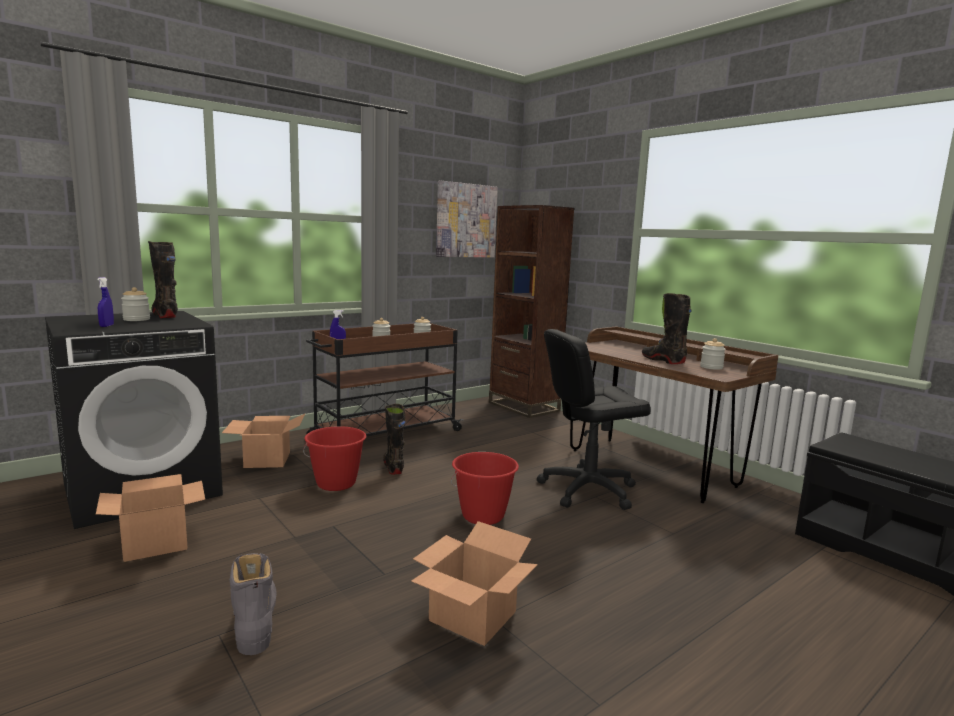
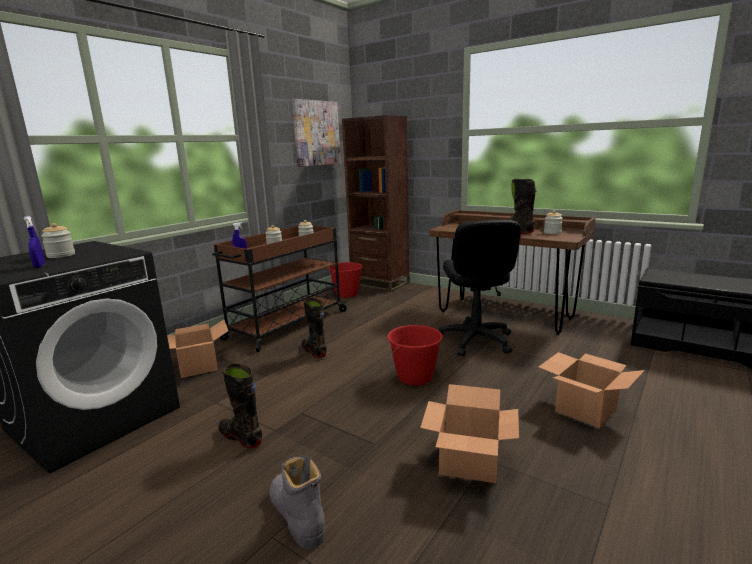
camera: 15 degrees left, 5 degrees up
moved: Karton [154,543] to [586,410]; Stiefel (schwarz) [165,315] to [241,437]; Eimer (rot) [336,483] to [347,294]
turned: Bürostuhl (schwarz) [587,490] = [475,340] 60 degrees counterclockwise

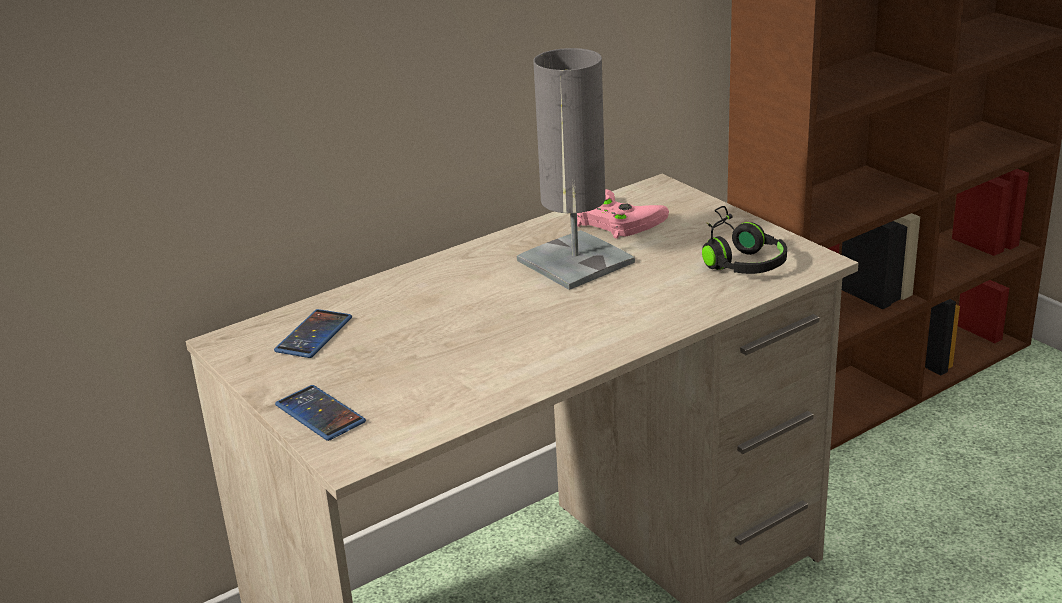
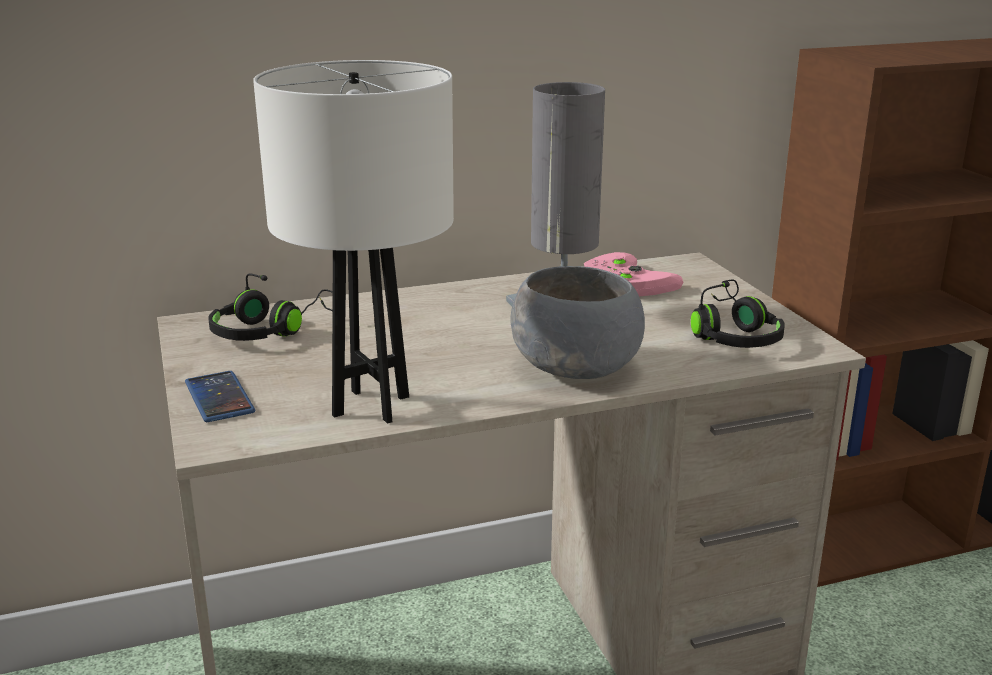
camera: 15 degrees right, 5 degrees down
added: Tischlampe (weiß) [371,405]; Schüssel (grau) [578,369]
replaced: Handy [314,335] to Kopfhörer (schwarz) [270,331]

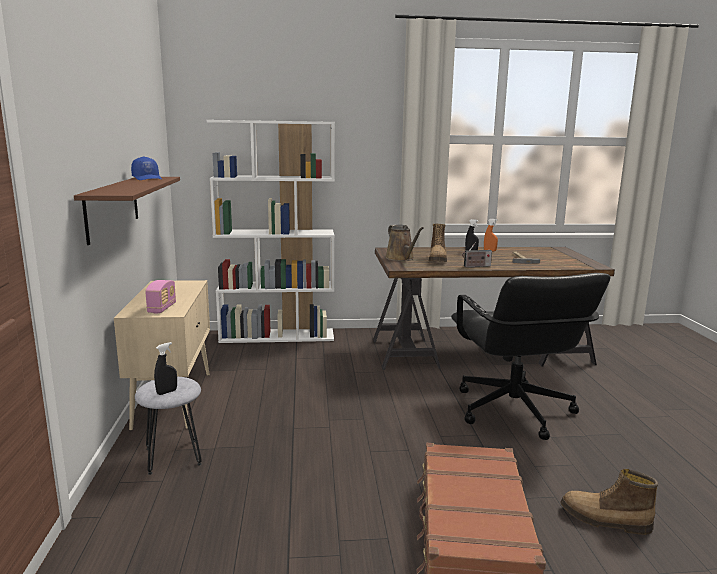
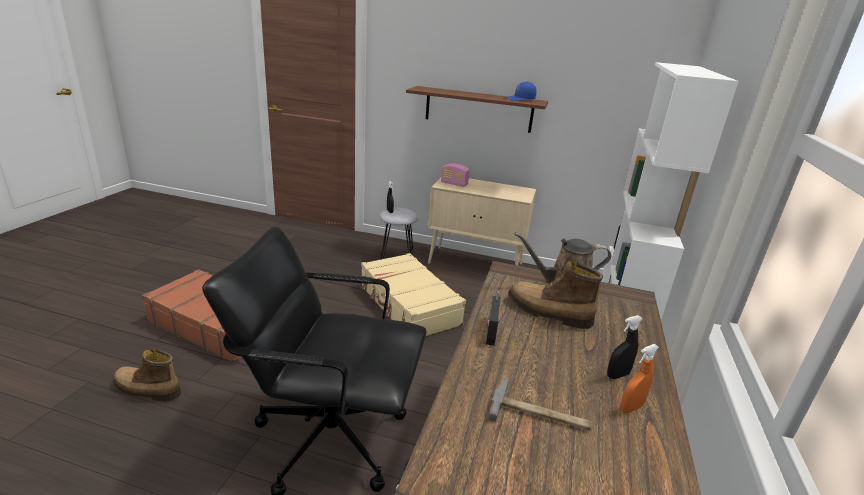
camera: 110 degrees right, 10 degrees up
added: Koffer (beige) [408,305]
turned: Stiefel [604,520] = [146,390] 120 degrees counterclockwise

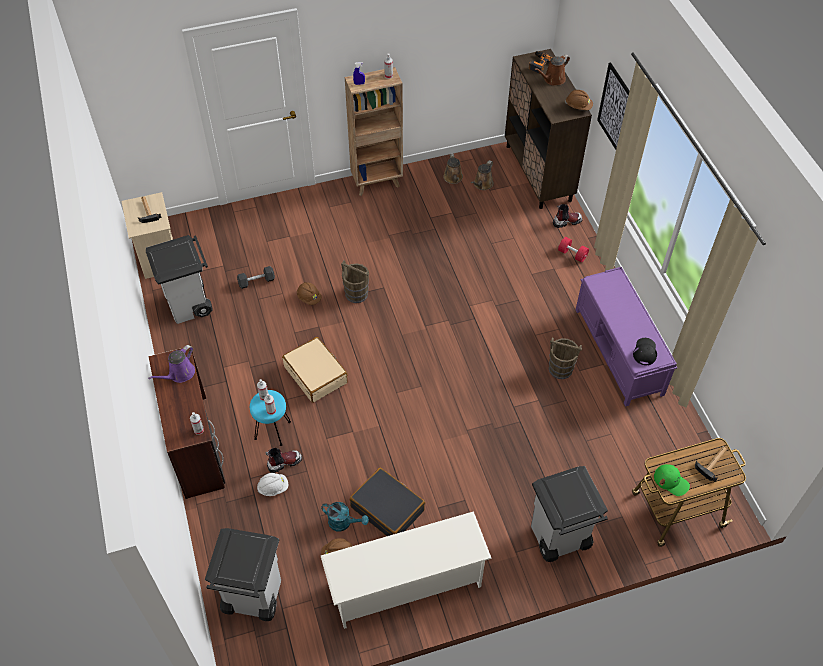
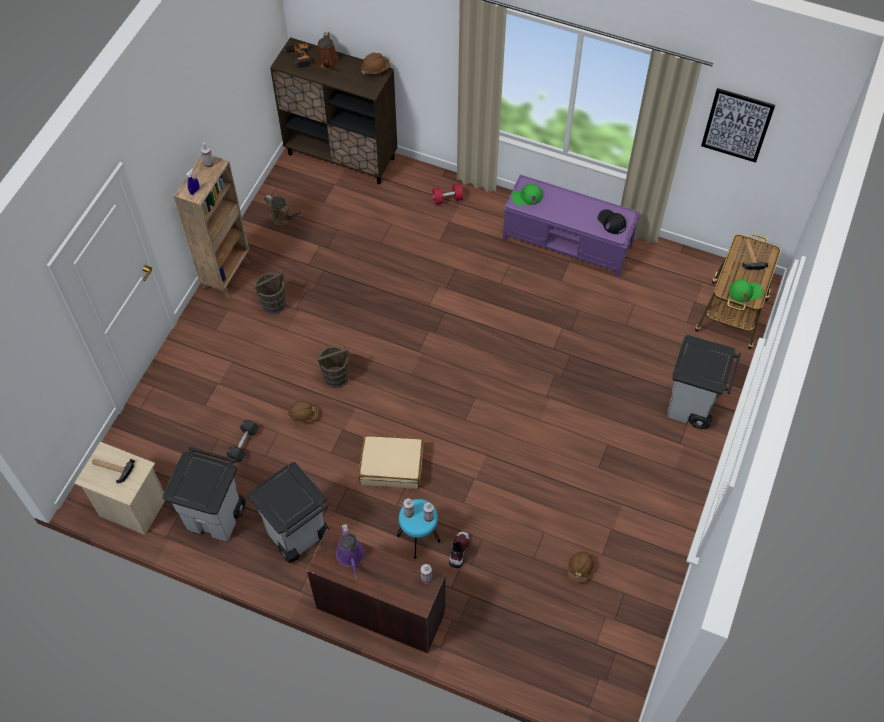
camera: 50 degrees left, 5 degrees up
removed: Schutzhelm (weiß) [273,488]; Gießkanne (türkis) [343,523]; Schuhregal (weiß) [405,585]; Koffer (schwarz) [387,508]; Gießkanne (braun) [482,184]; Stiefel [566,221]
added: Kappe (grün) [526,197]
moved: Mülleimer (grau) [252,597] to [297,535]; Eimer (braun) [560,369] to [274,304]; Bild [615,108] to [737,125]

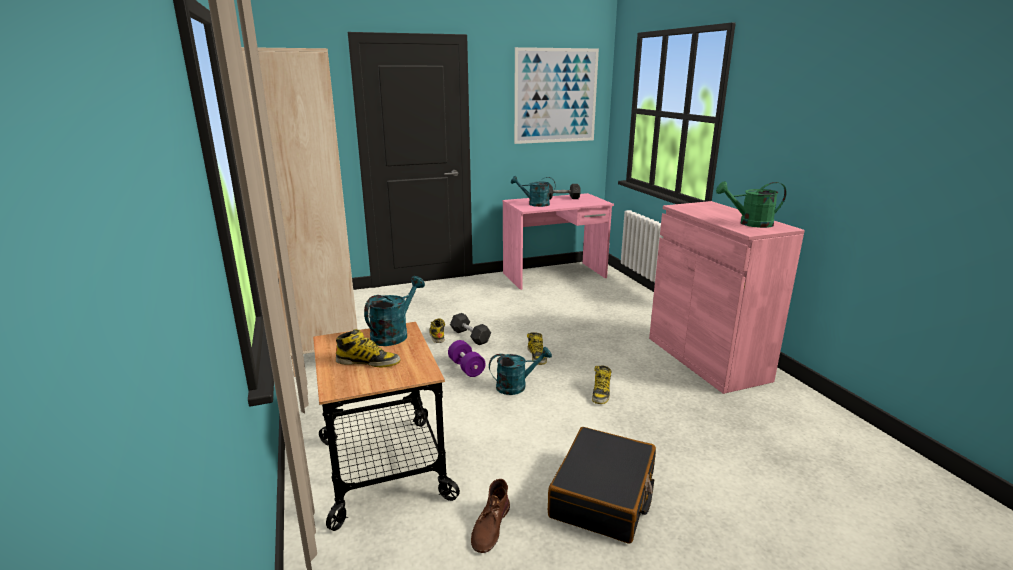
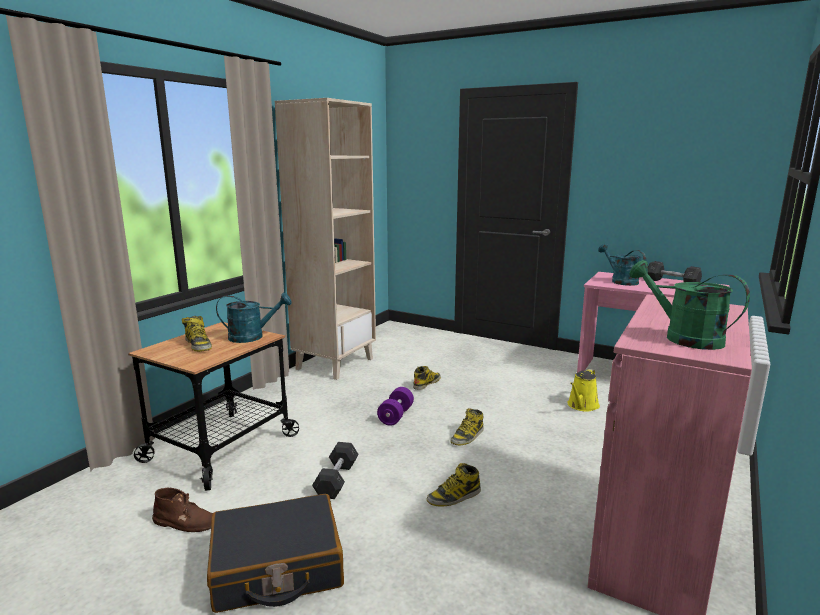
camera: 50 degrees right, 5 degrees down
removed: Gießkanne (türkis) [516,386]; Bild [556,96]
added: Gießkanne (gelb) [582,406]
moved: Hantel (grau) [470,336] to [336,480]
turned: Stiefel (braun) [490,526] = [186,522] 150 degrees counterclockwise

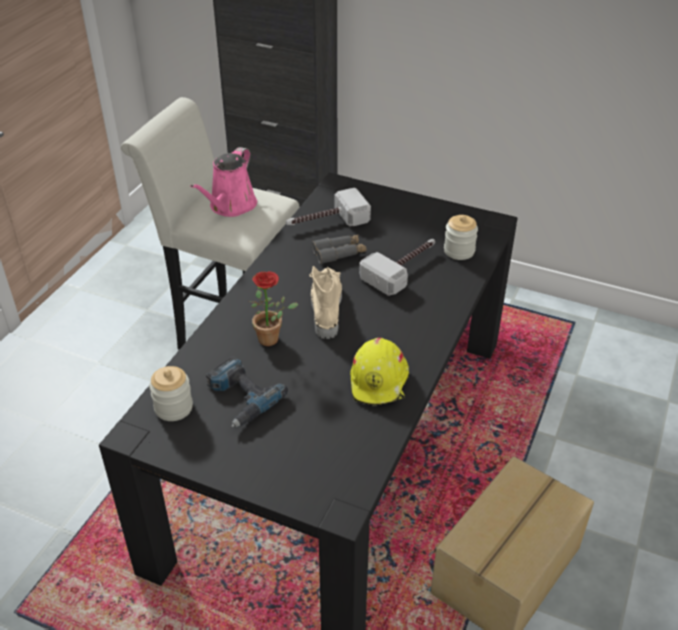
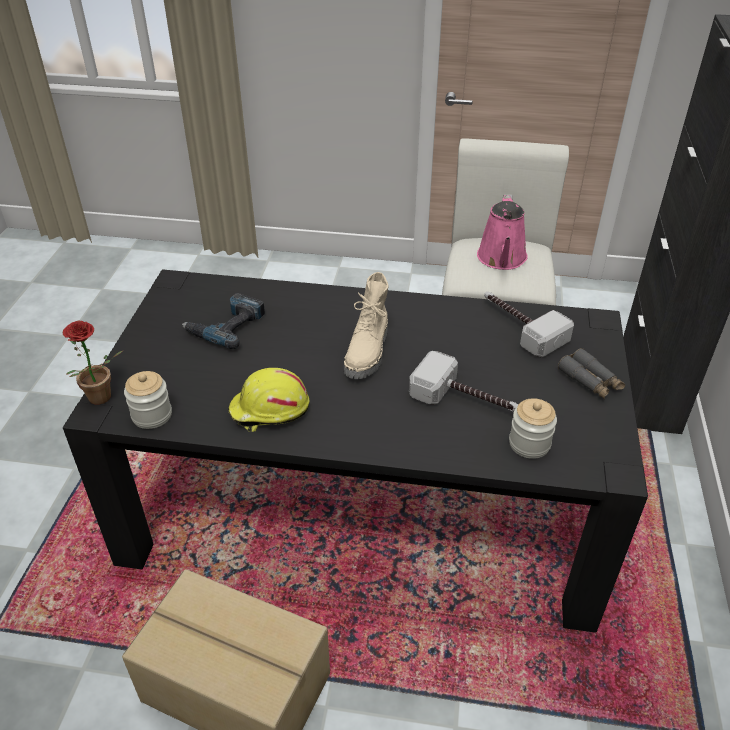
camera: 75 degrees right, 0 degrees up
moved: Vorratsglas [173,407] to [152,415]; Topfpflanze [273,339] to [100,400]; Fernglas (grau) [339,253] to [590,381]
turned: Gießkanne (rosa) [230,206] = [502,259] 90 degrees counterclockwise; Stiefel (beige) [325,309] = [368,353] 120 degrees clockwise

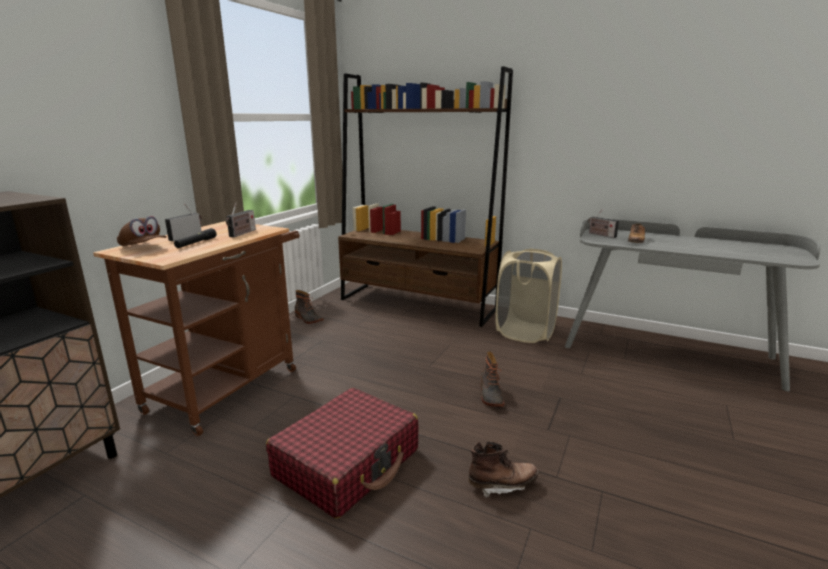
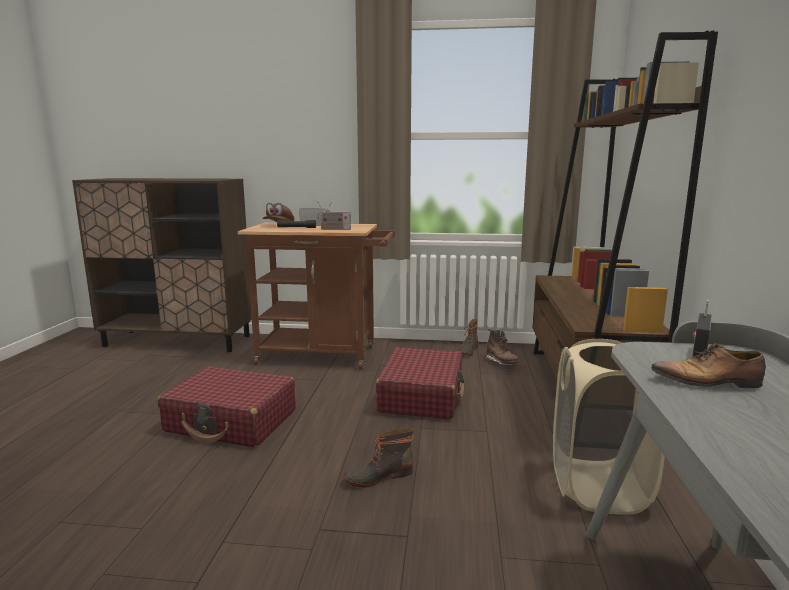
camera: 70 degrees right, 5 degrees down
added: Koffer (rot) [422,396]
moved: Stiefel (braun) [502,485] to [501,363]

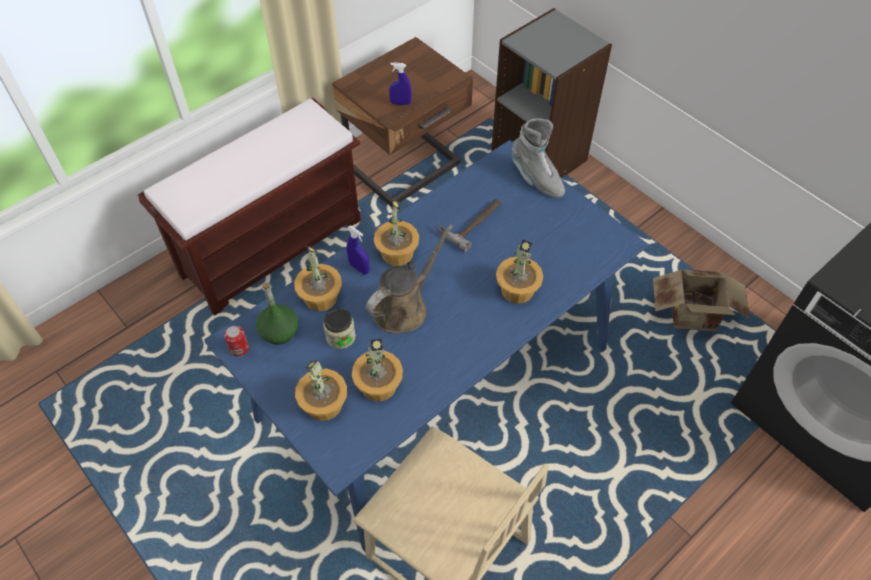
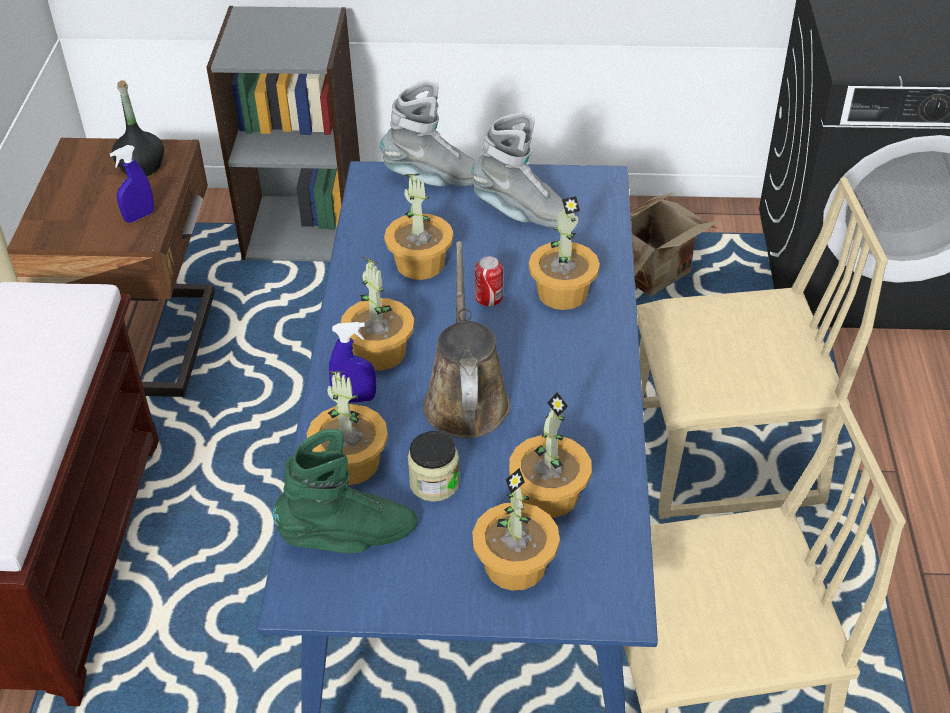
camera: 45 degrees left, 10 degrees down
added: Flasche (schwarz) [141,166]; Stiefel (grau) [522,213]; Stuhl (beige) [725,456]
moved: Dose [239,348] to [489,298]
replaced: Flasche (grün) [279,331] to Stiefel (grün) [349,537]; Hammer [470,221] to Topfpflanze [420,264]

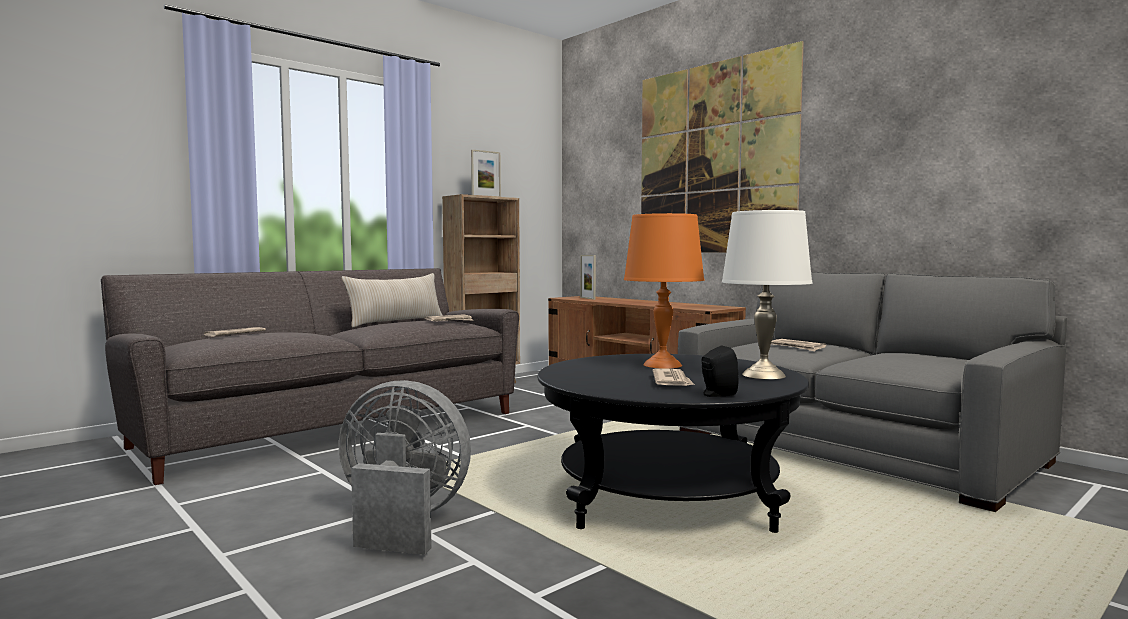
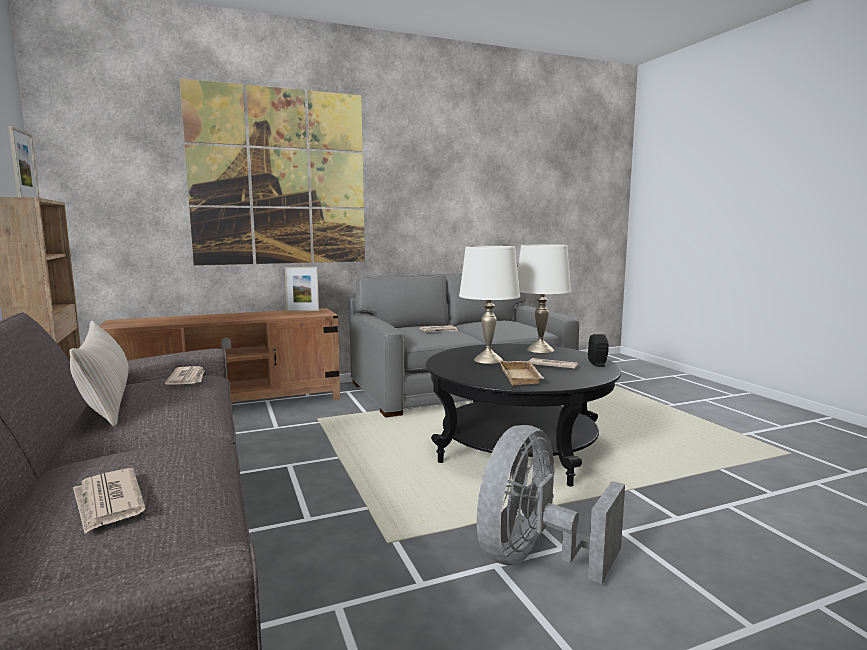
camera: 70 degrees left, 5 degrees up
added: Tablett (beige) [522,377]
moved: Bilderrahmen [587,298] to [302,311]
recoloured: Tischlampe (orange) [663,365] to Tischlampe (weiß) [488,360]

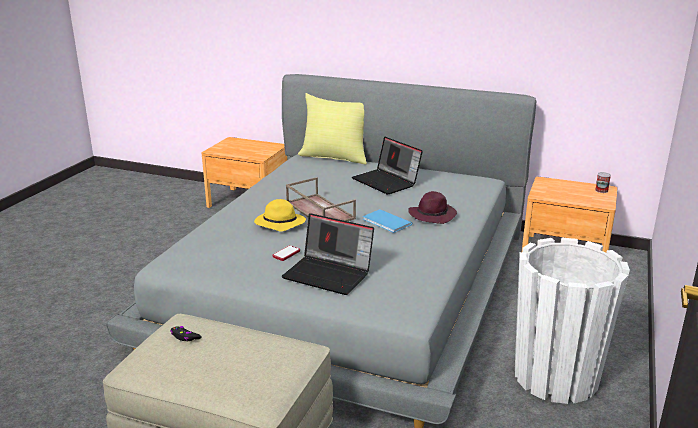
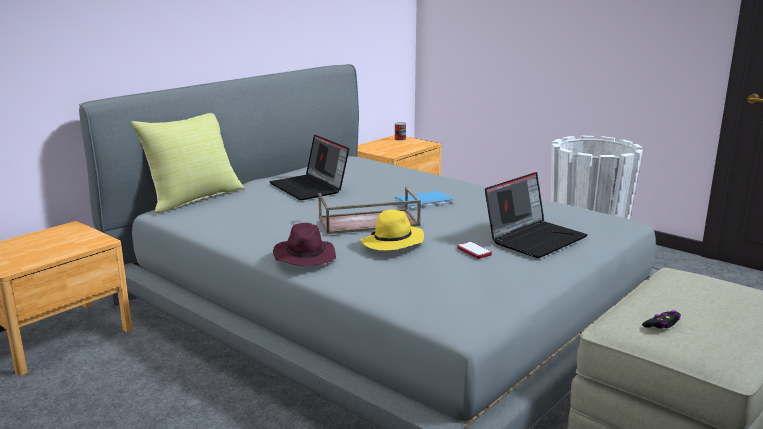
camera: 70 degrees left, 5 degrees down
moved: Hut (lila) [433,215] to [304,257]
turned: Laptop [387,182] = [310,188] 75 degrees clockwise

